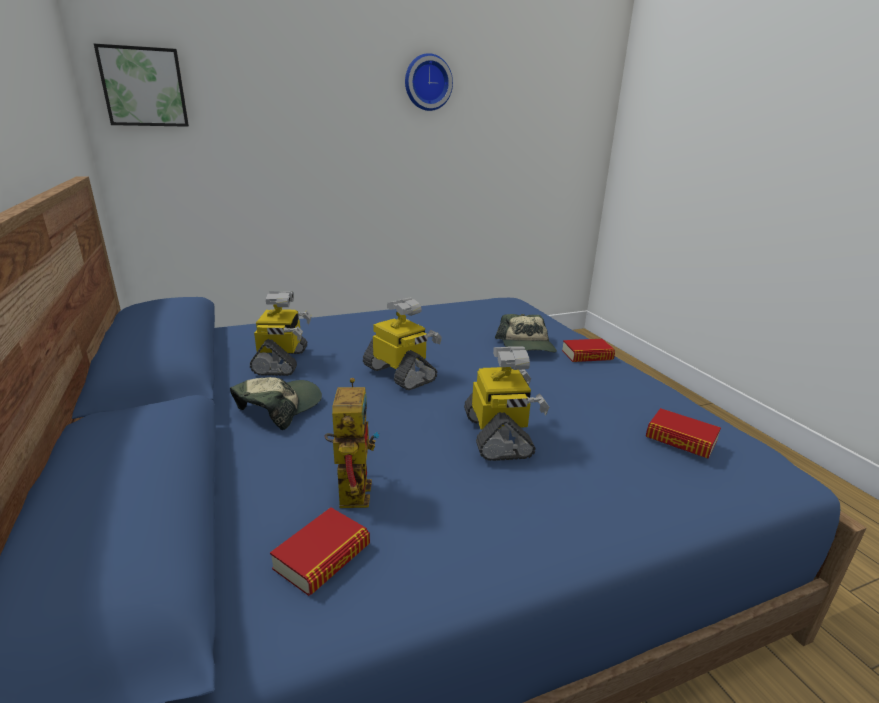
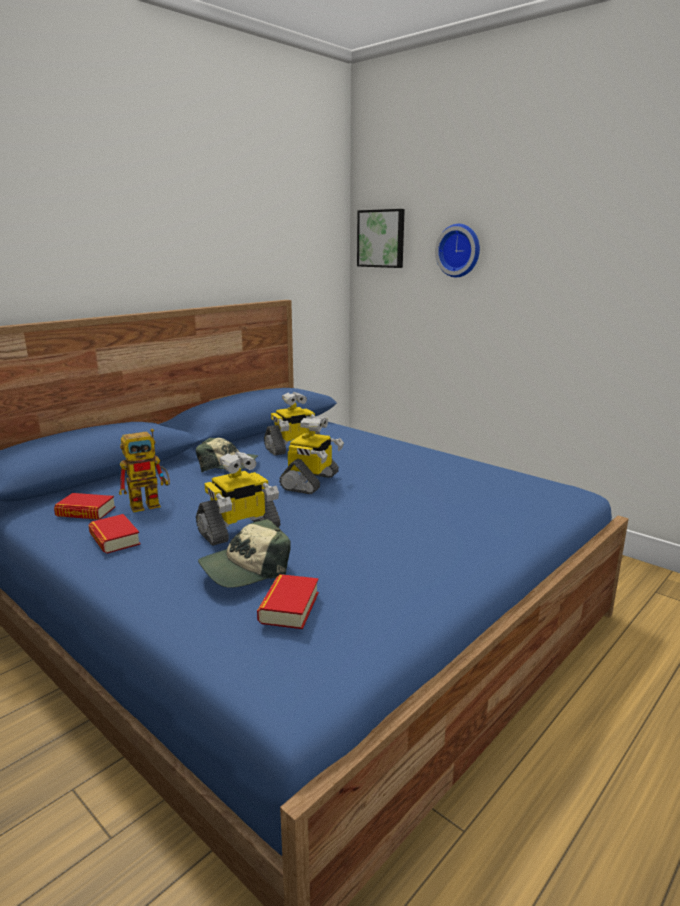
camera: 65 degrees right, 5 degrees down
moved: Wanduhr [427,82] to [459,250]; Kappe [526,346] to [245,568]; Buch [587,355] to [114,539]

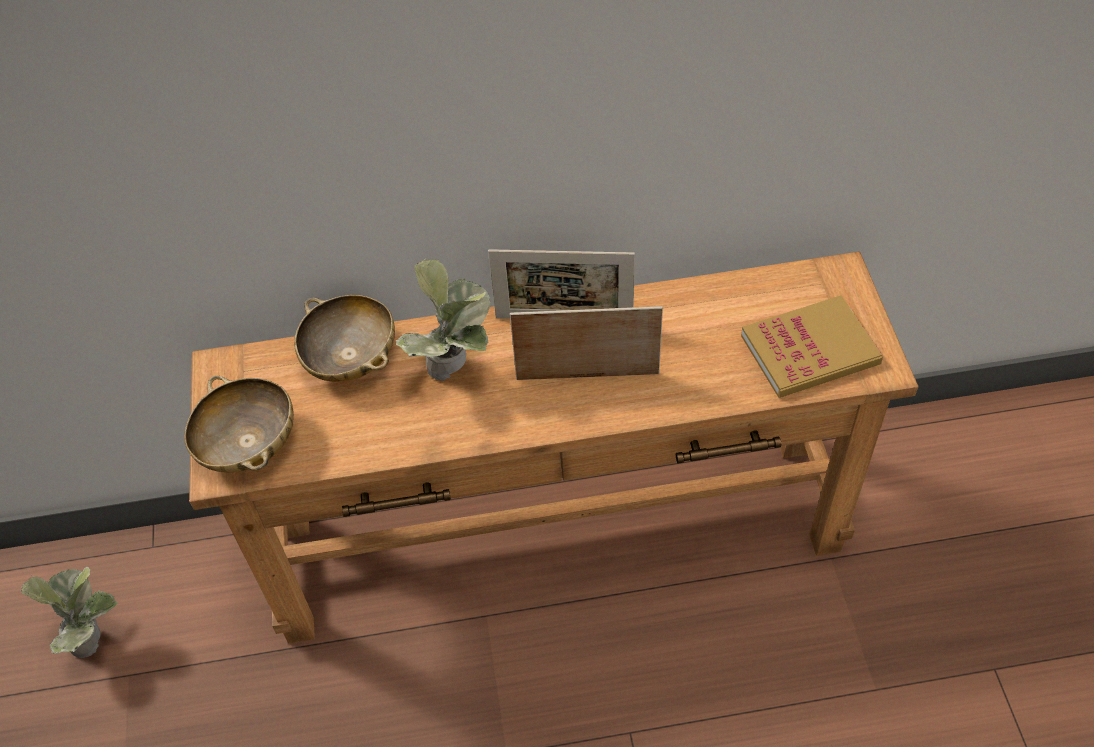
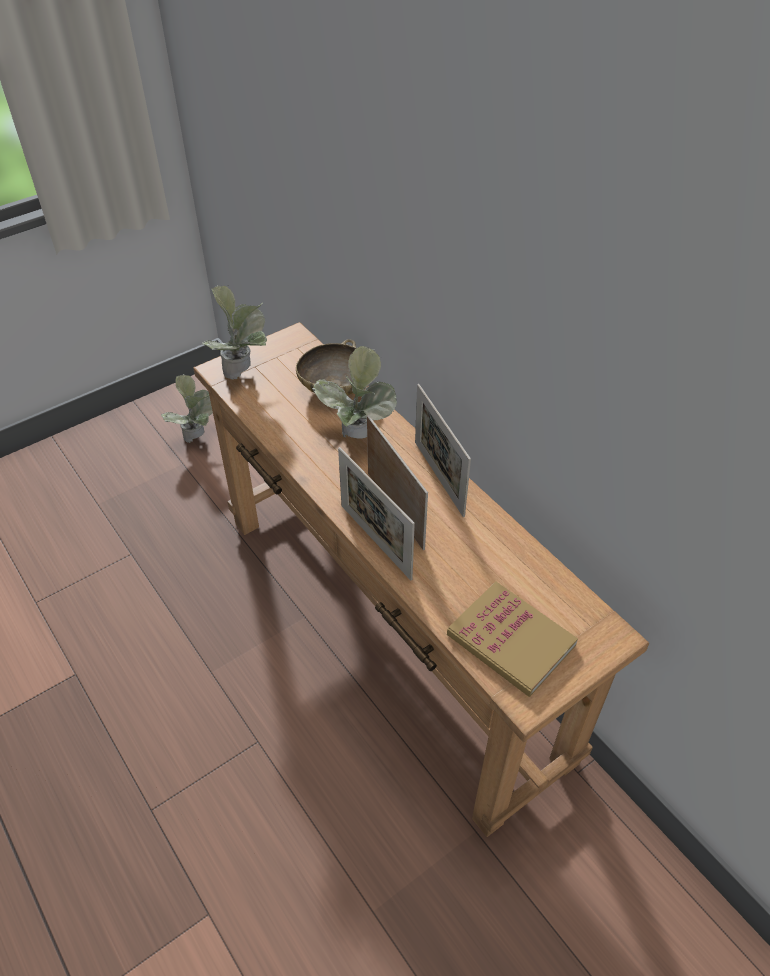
camera: 60 degrees right, 5 degrees down
added: Bilderrahmen [375,541]
replaced: Schüssel (beige) [248,445] to Topfpflanze [244,373]

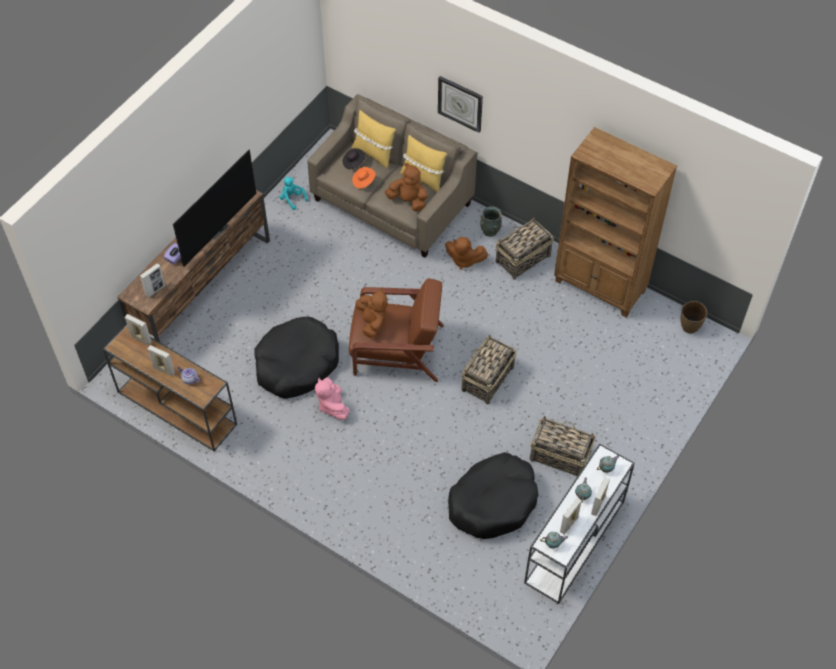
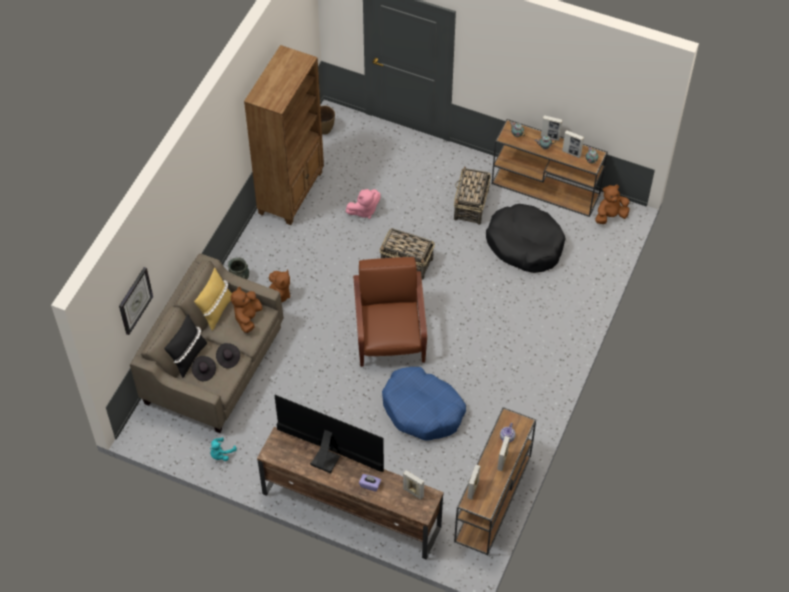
camera: 100 degrees left, 0 degrees up
removed: Korb [522,259]
moved: Plüschtier (rosa) [332,406] to [364,210]; Plüschtier (braun) [372,322] to [610,216]; Wanduhr [460,103] to [135,300]
recoloured: Hundebett (schwarz) [296,364] to Hundebett (blau) [422,409]; Kissen (gelb) [374,154] to Kissen (schwarz) [188,357]; Hut (orange) [363,181] to Hut (schwarz) [228,359]; Konsolentisch (weiß) [574,543] to Konsolentisch (braun) [546,189]

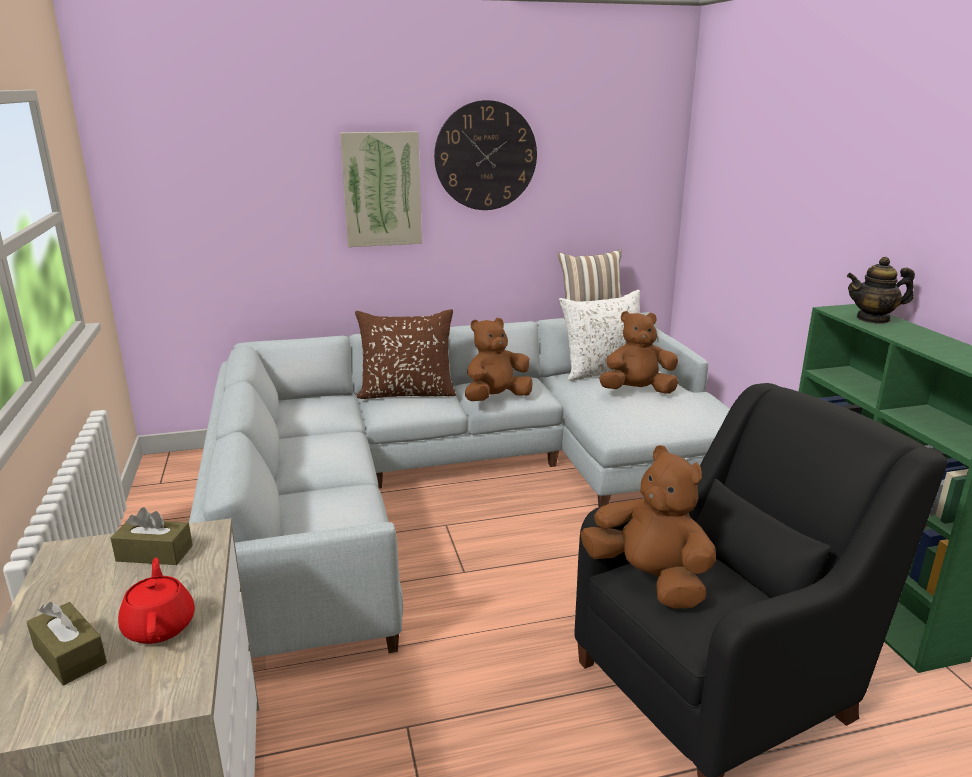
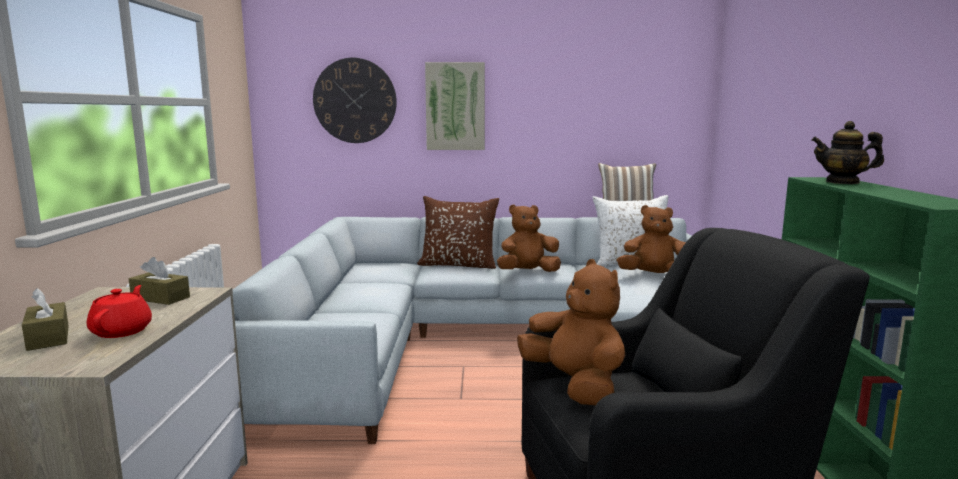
camera: 15 degrees right, 10 degrees down
moved: Wanduhr [485,156] to [355,101]

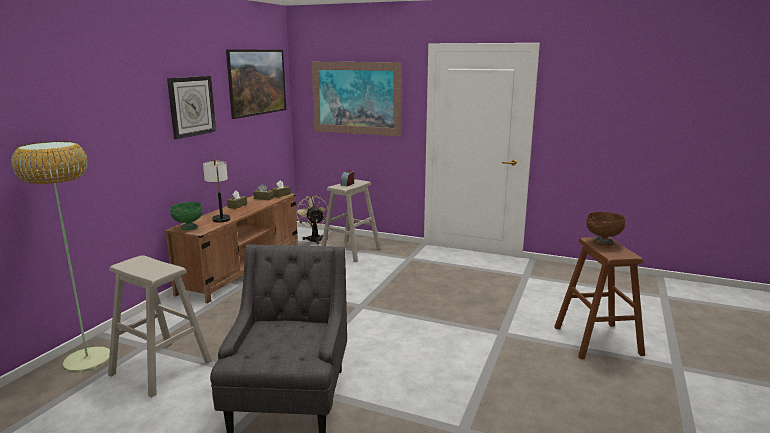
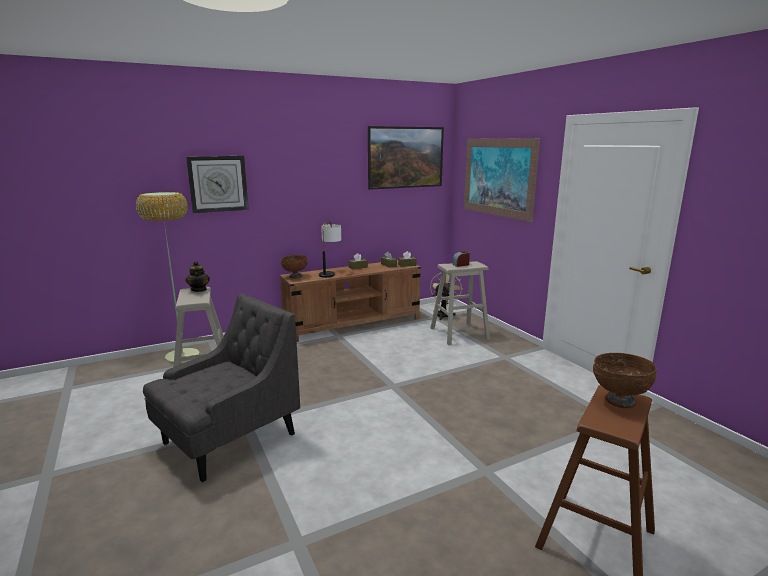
camera: 40 degrees right, 0 degrees up
added: Teekanne [199,290]
moved: Wanduhr [191,106] to [218,184]
recoloured: Schüssel (grün) [188,228] to Schüssel (braun) [295,276]

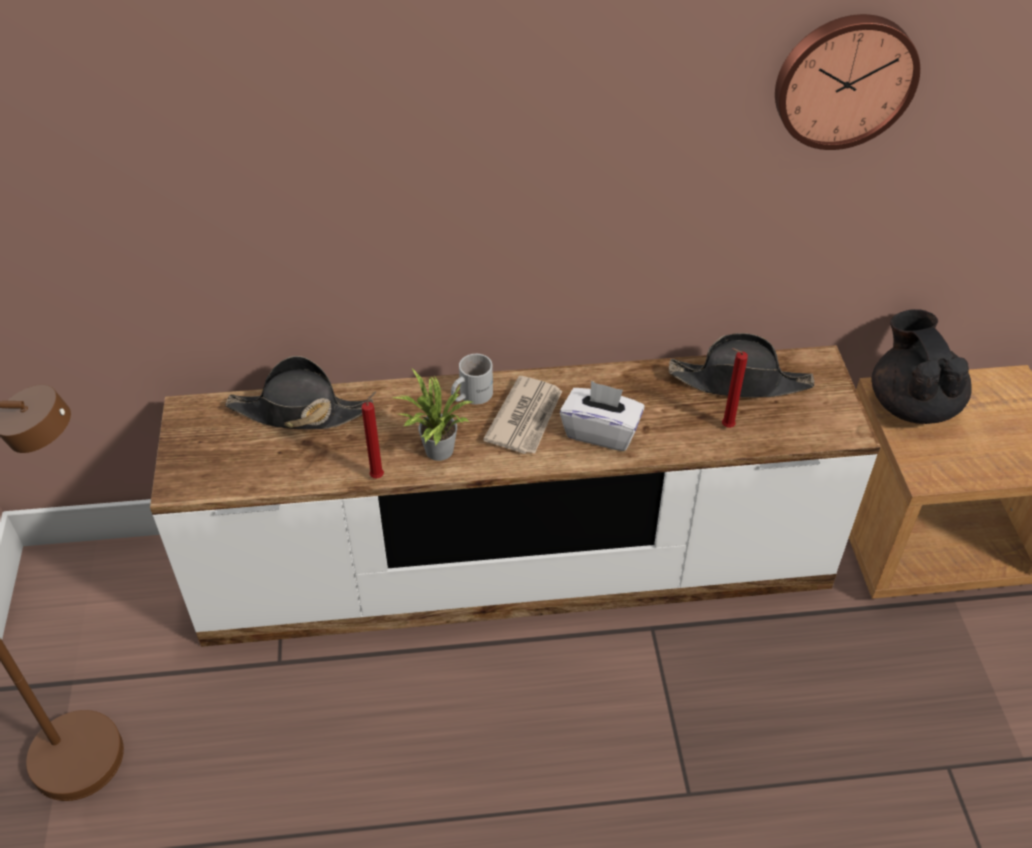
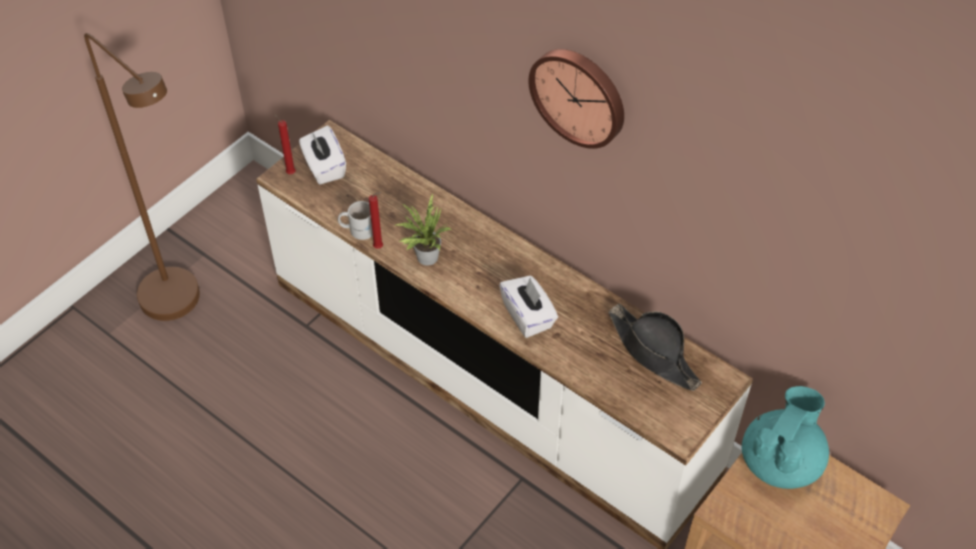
camera: 45 degrees right, 5 degrees up
removed: Hut (schwarz) [299,412]; Zeitung [526,418]
added: Taschentuchbox (weiß) [324,167]
moved: Henkelbecher (weiß) [470,395] to [357,228]; Kerze (rot) [725,427] to [289,172]; Wanduhr [844,80] to [579,95]
recoloured: Teekanne (schwarz) [912,404] to Teekanne (türkis) [780,461]

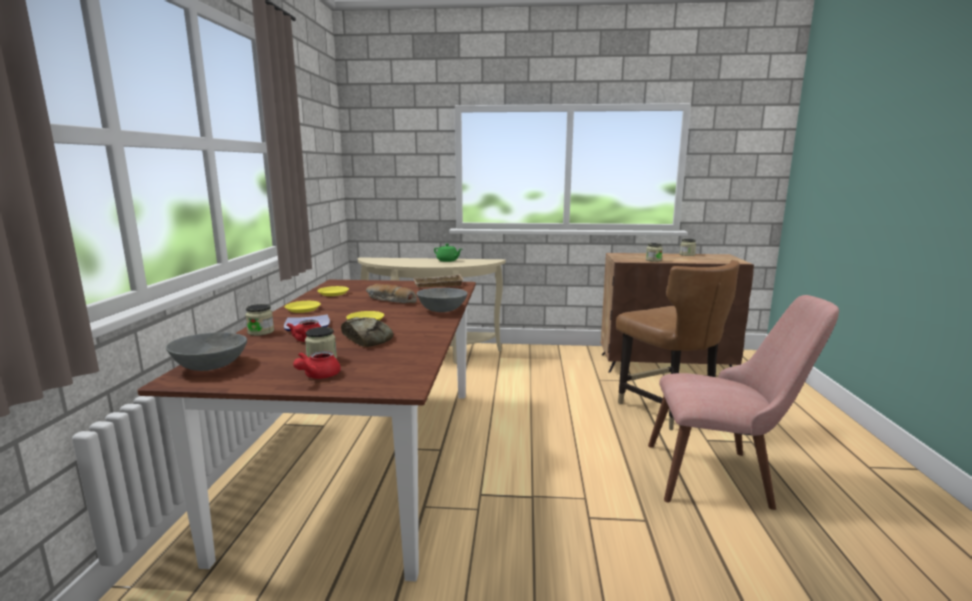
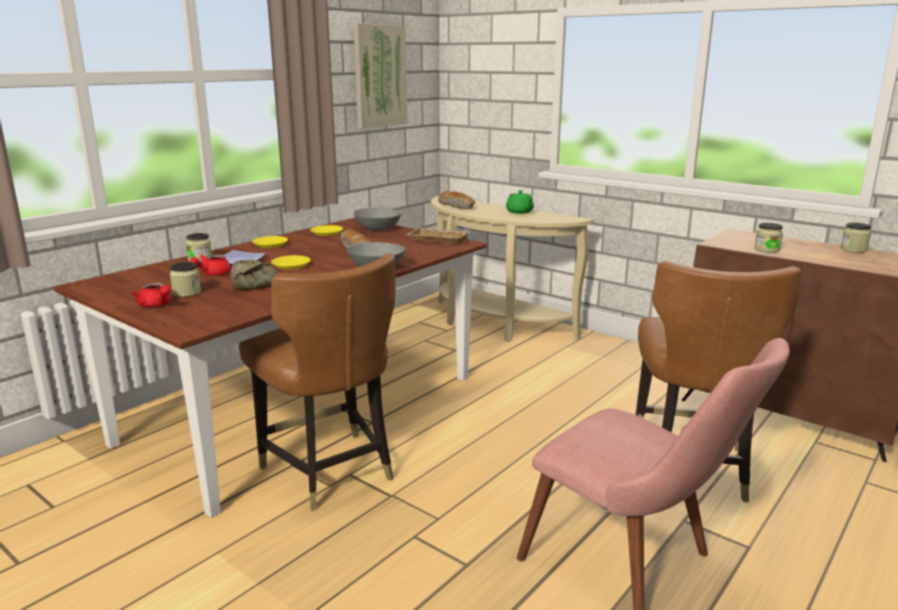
camera: 35 degrees right, 5 degrees up
added: Stuhl (braun) [329,471]; Bild [379,76]; Brot [457,206]
moved: Schüssel (grau) [209,366] to [377,229]
turned: Teekanne (rot) [317,376] = [156,305] 105 degrees counterclockwise

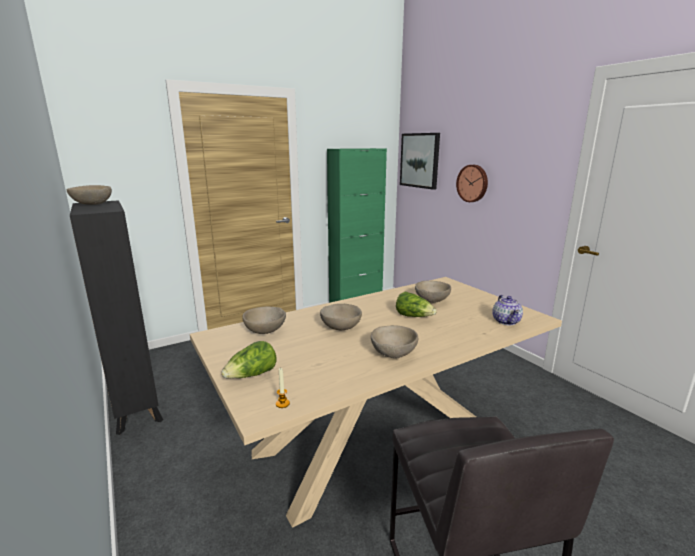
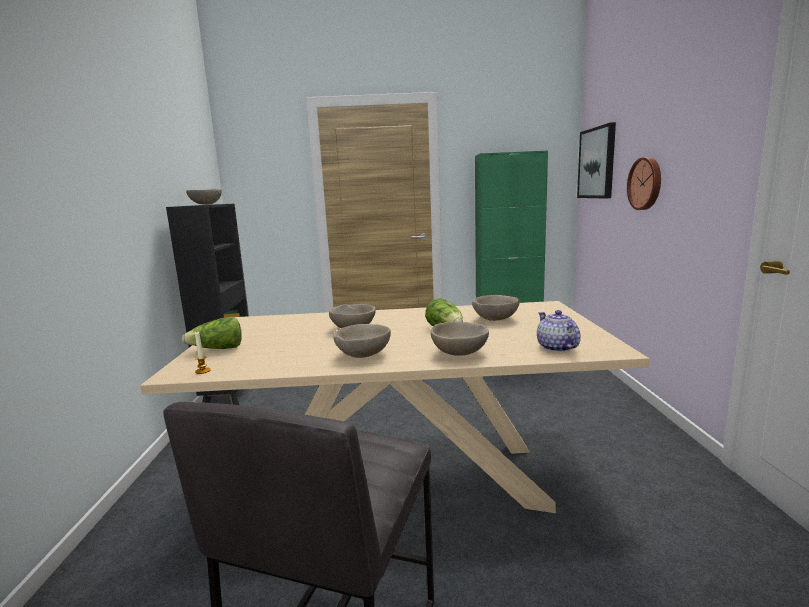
camera: 30 degrees right, 5 degrees down
moved: Schüssel (beige) [265,331] to [459,353]
turned: Teekanne [506,321] = [556,348] 135 degrees clockwise

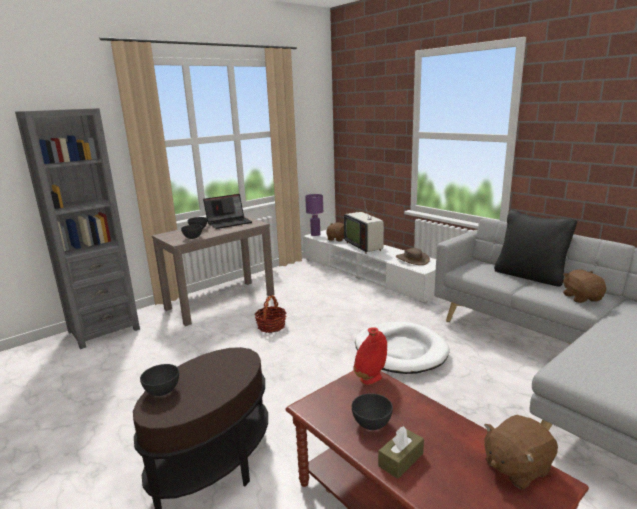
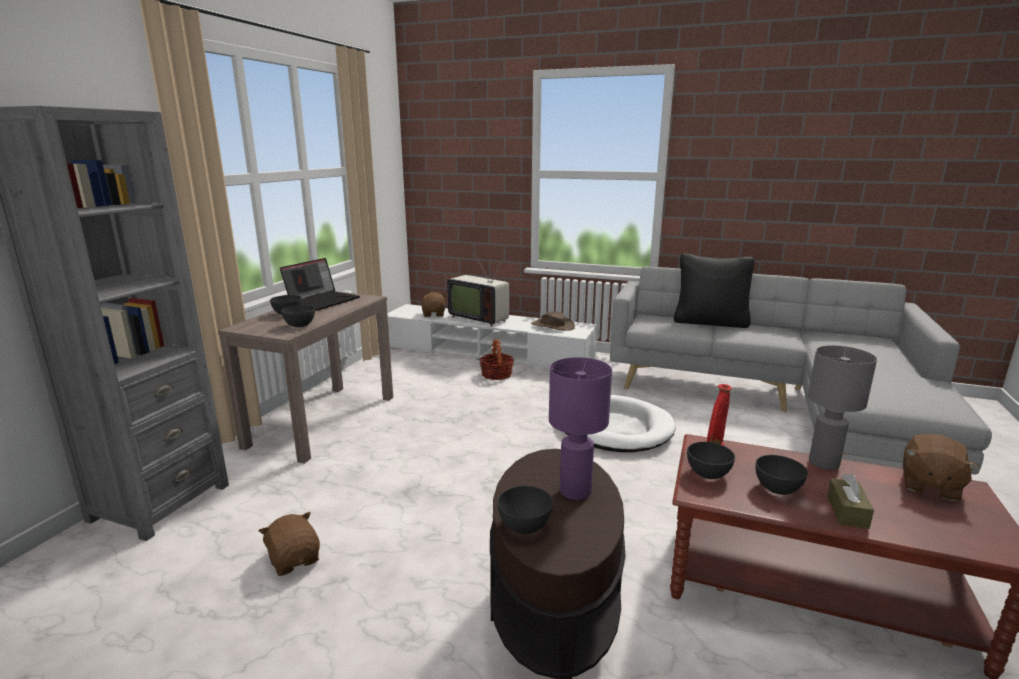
camera: 30 degrees left, 0 degrees up
added: Schüssel (grau) [708,474]; Tischlampe (grau) [823,463]
moved: Korb [271,326] to [496,374]; Tischlampe (lila) [315,234] to [574,491]; Plüschtier (braun) [581,298] to [295,560]

